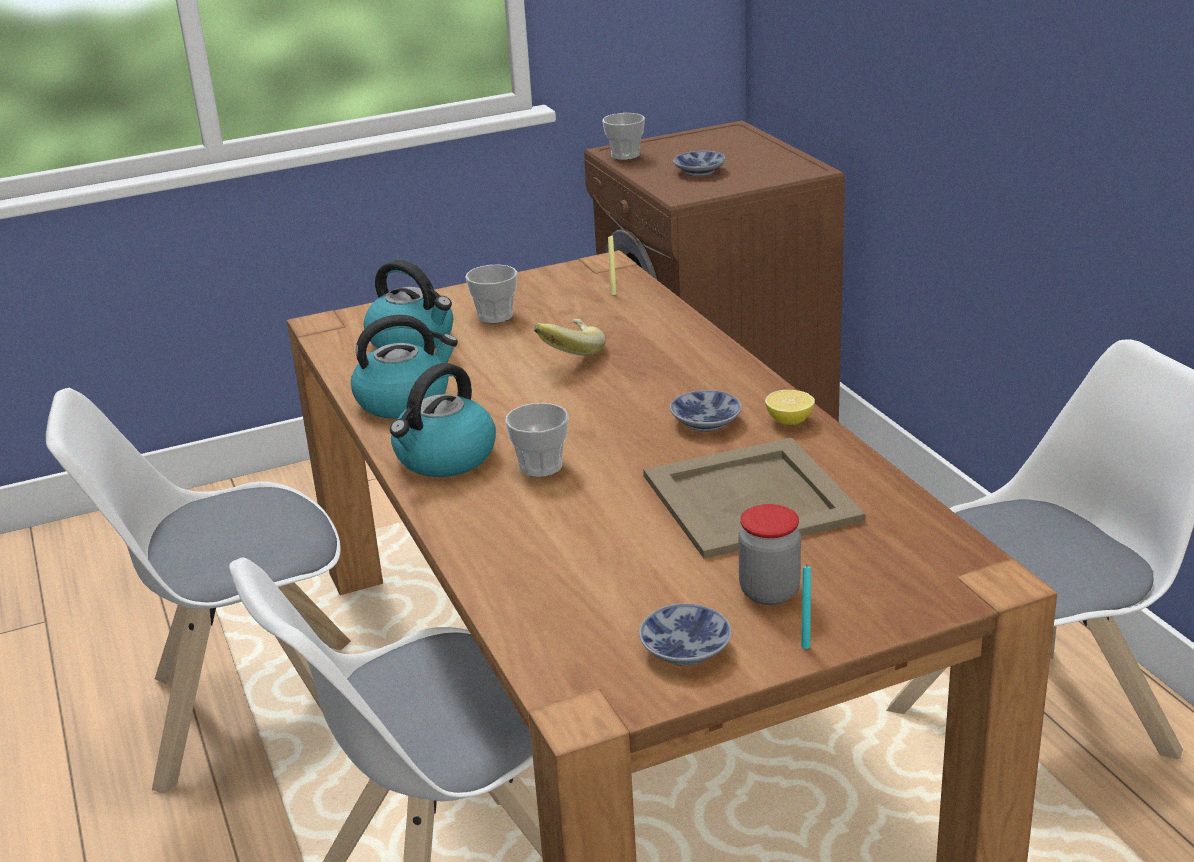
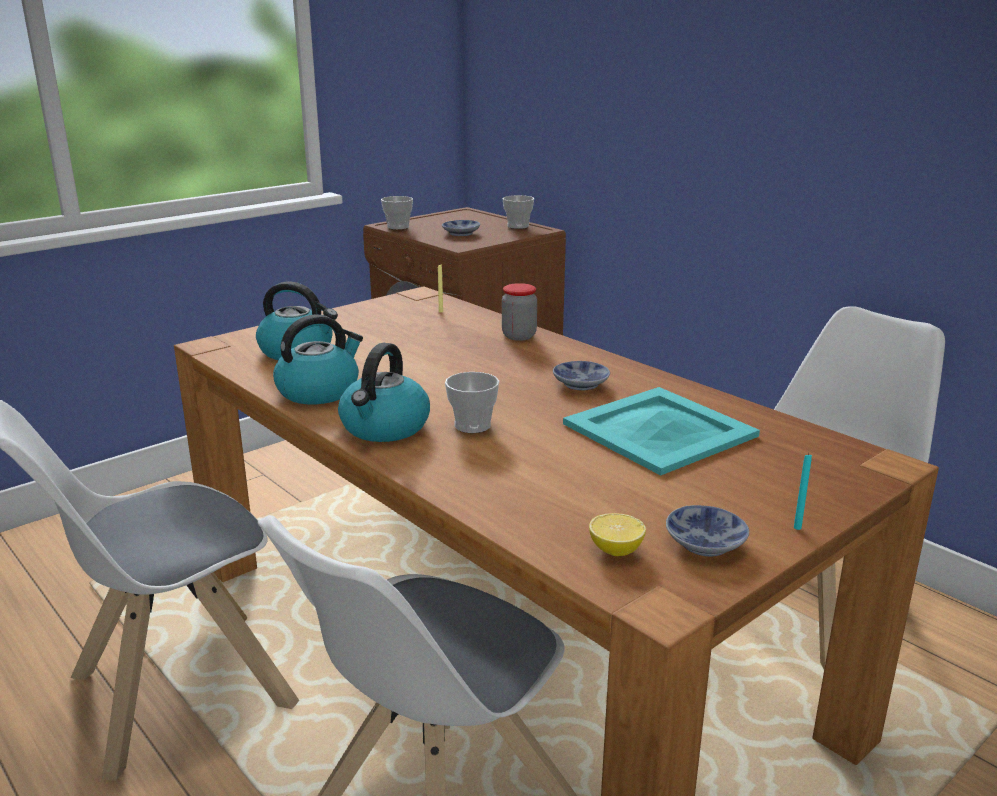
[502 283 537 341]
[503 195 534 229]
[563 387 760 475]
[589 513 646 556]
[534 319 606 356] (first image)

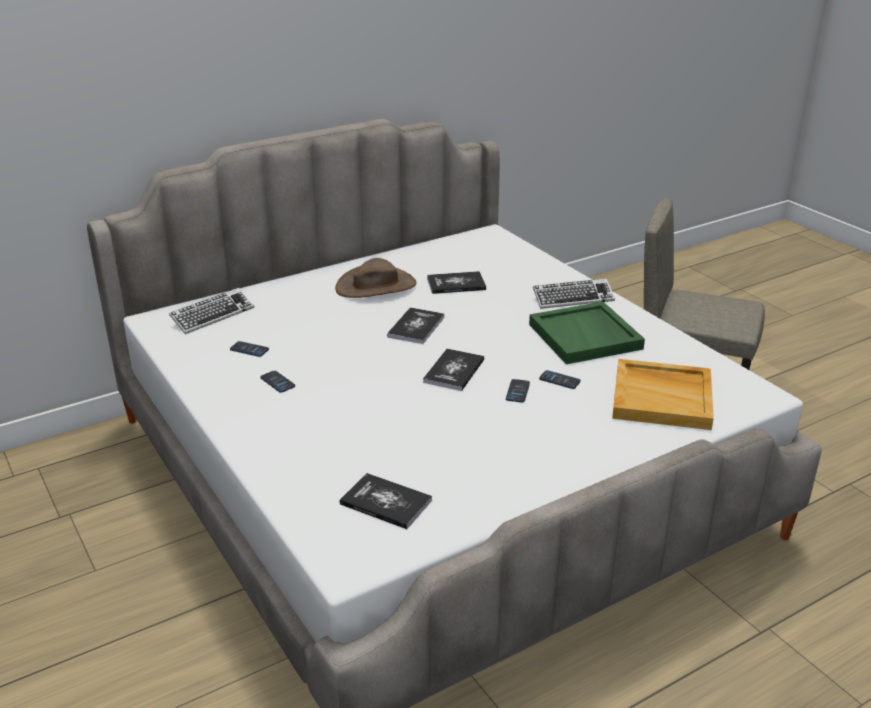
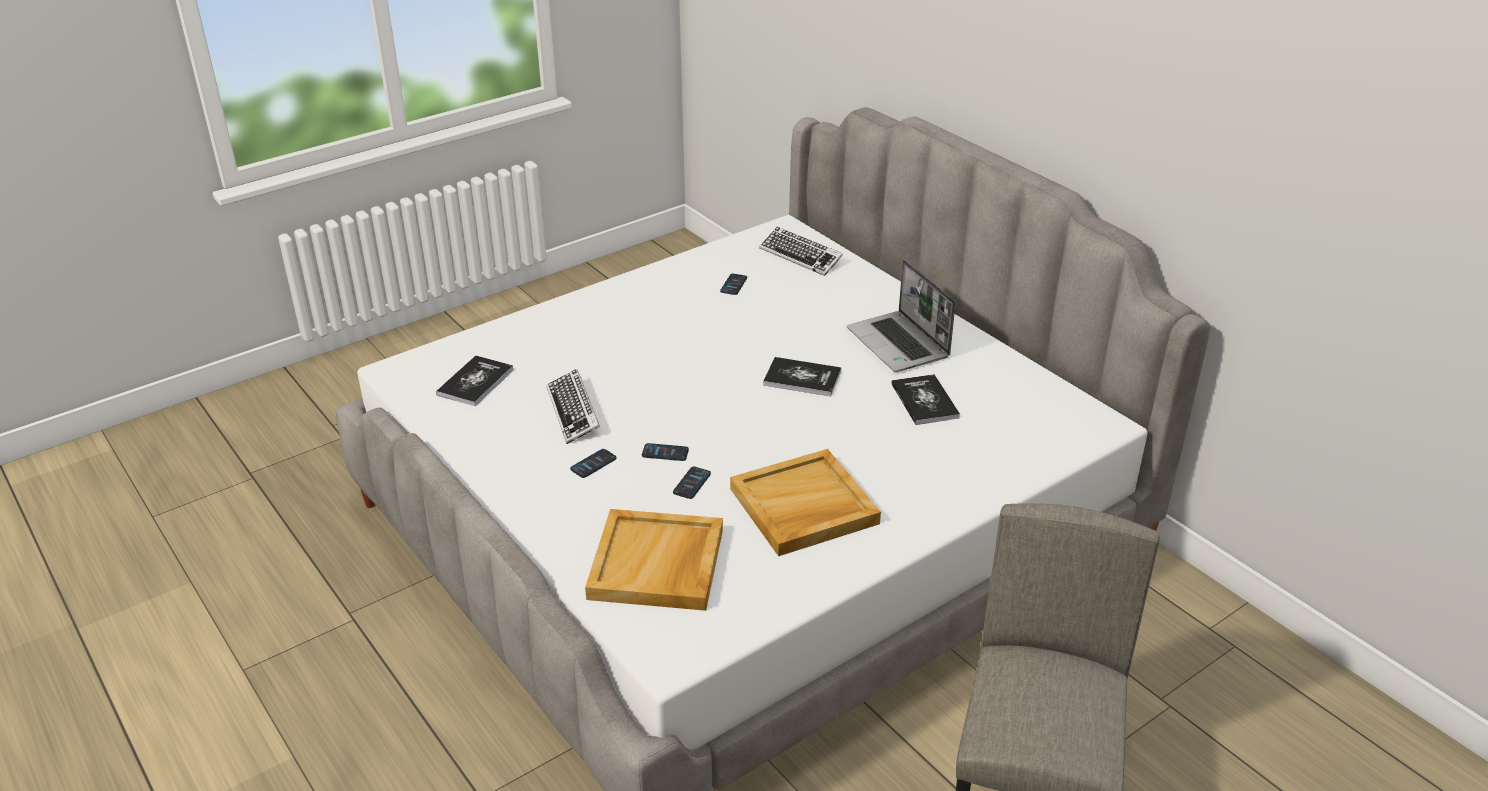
[547 369 600 444]
[570 449 617 478]
[730 449 881 556]
[847 260 956 372]
[423 349 484 391] (first image)

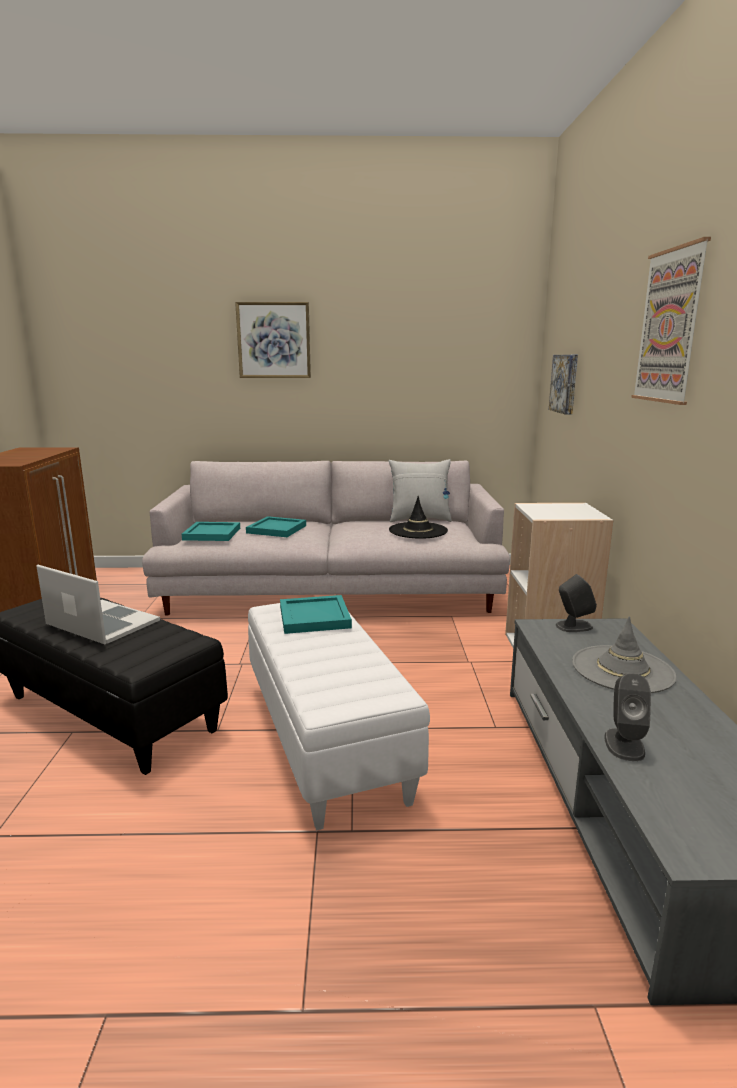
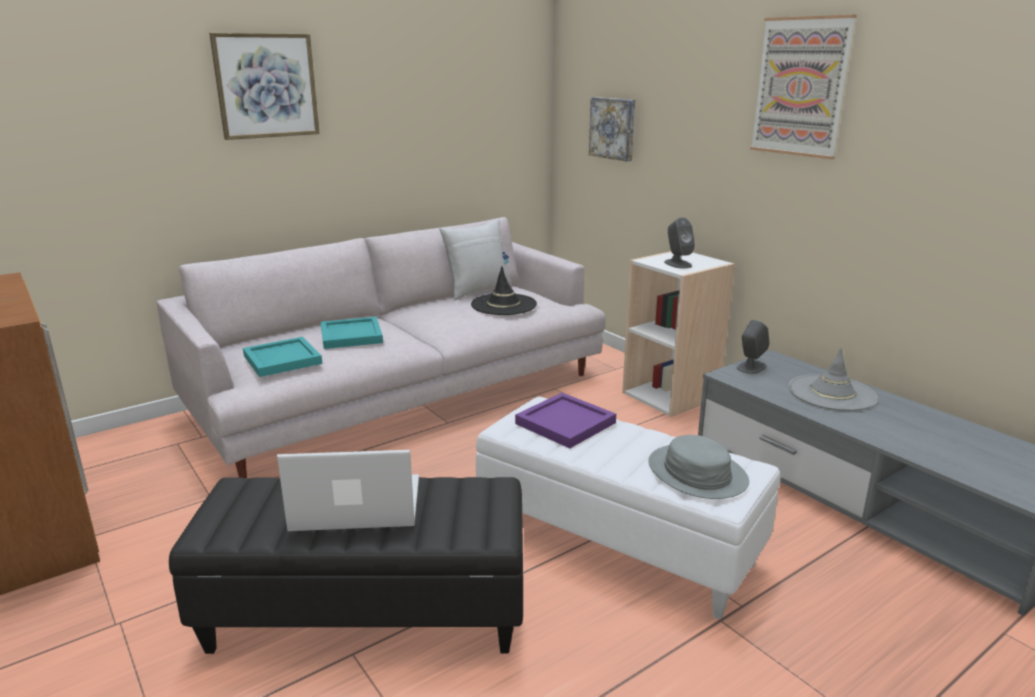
[515 393 616 448]
[648 435 749 499]
[664 217 695 268]

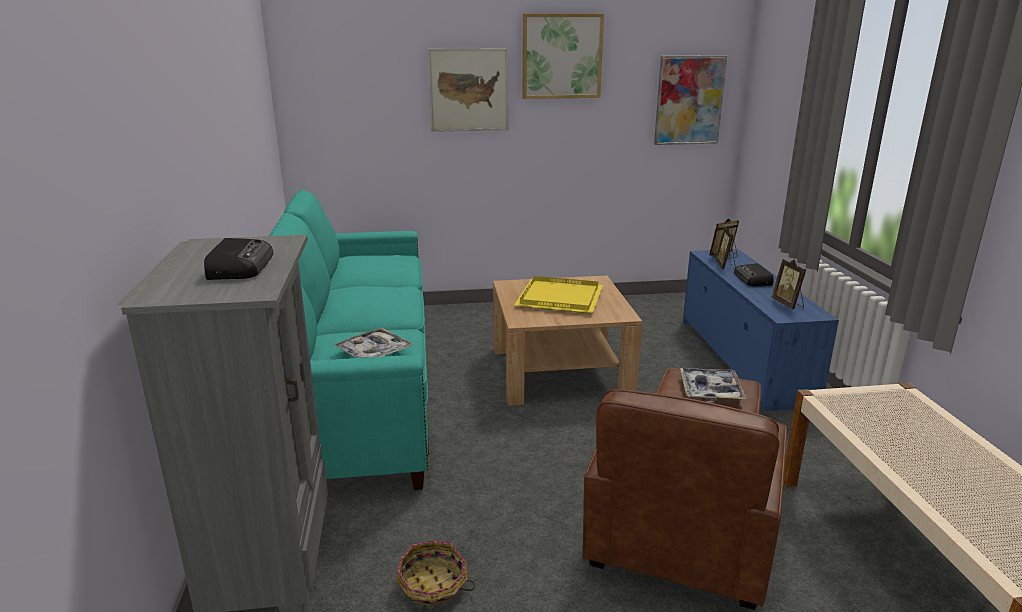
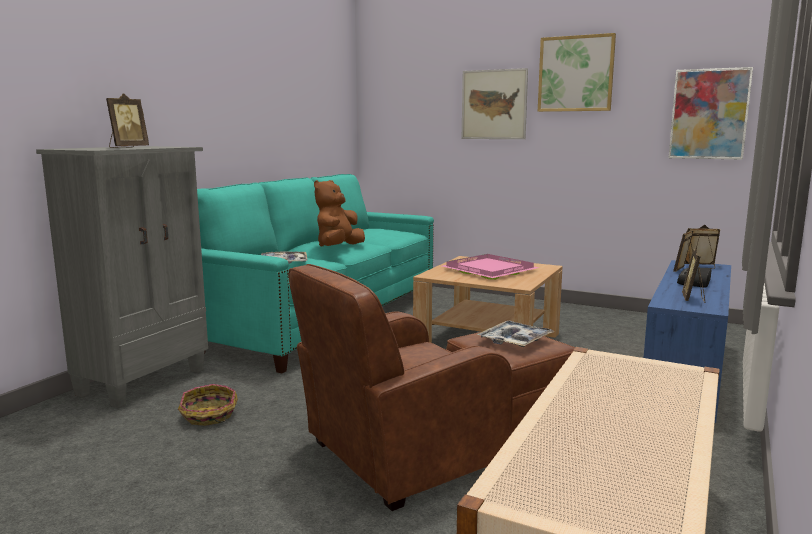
[106 93 149 148]
[314 180 365 247]
[442 254 539 280]

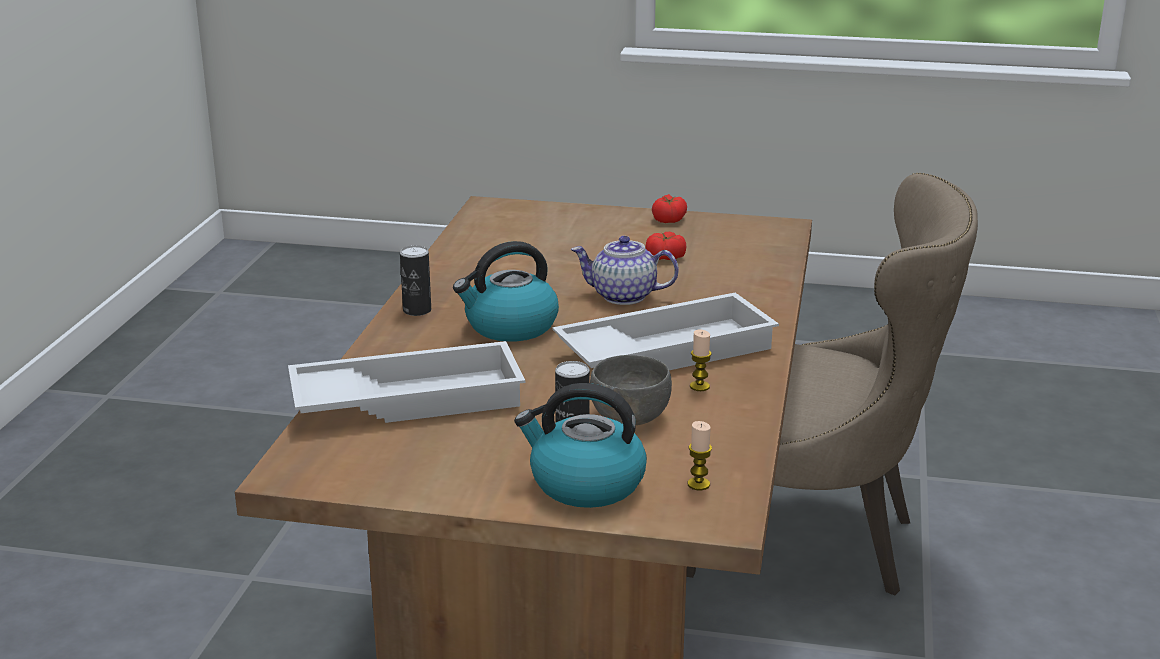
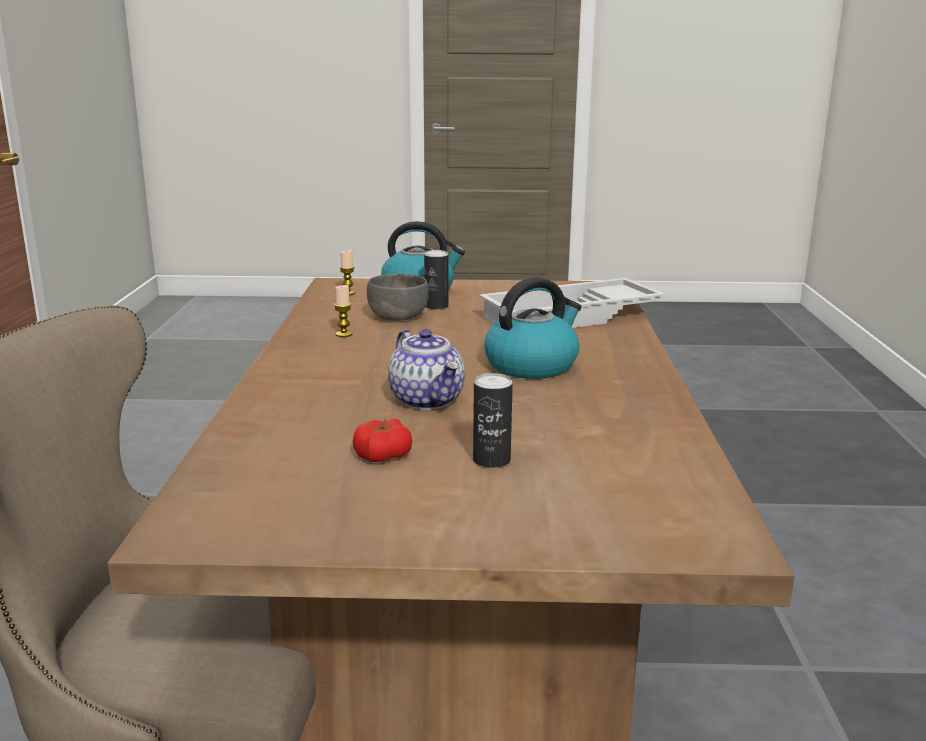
[388 329 465 410]
[473 373 513 468]
[553 293 779 370] (first image)
[652 194 687 223] (first image)

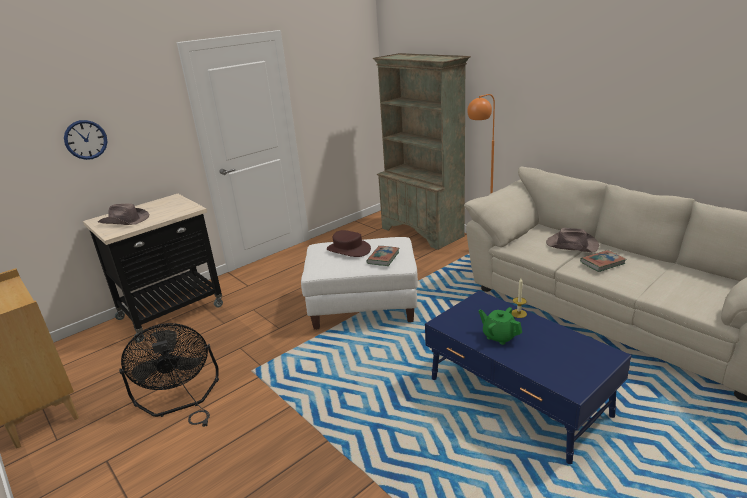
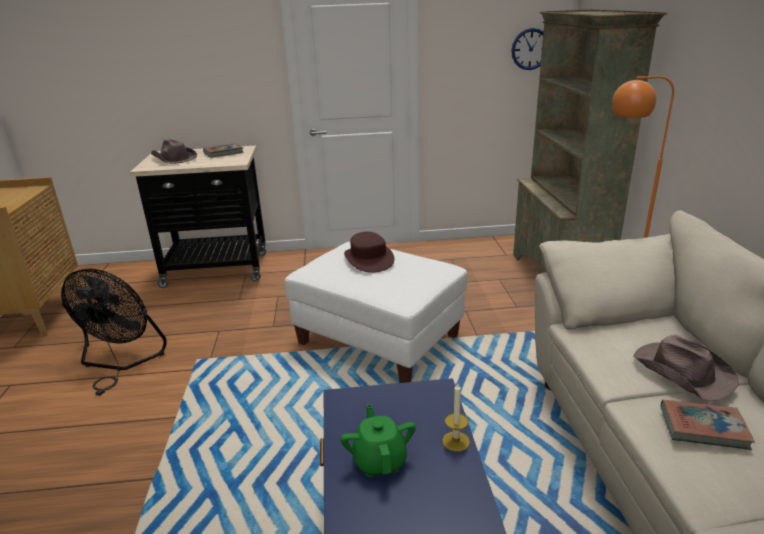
[203 143 244 158]
[511 28 544 70]

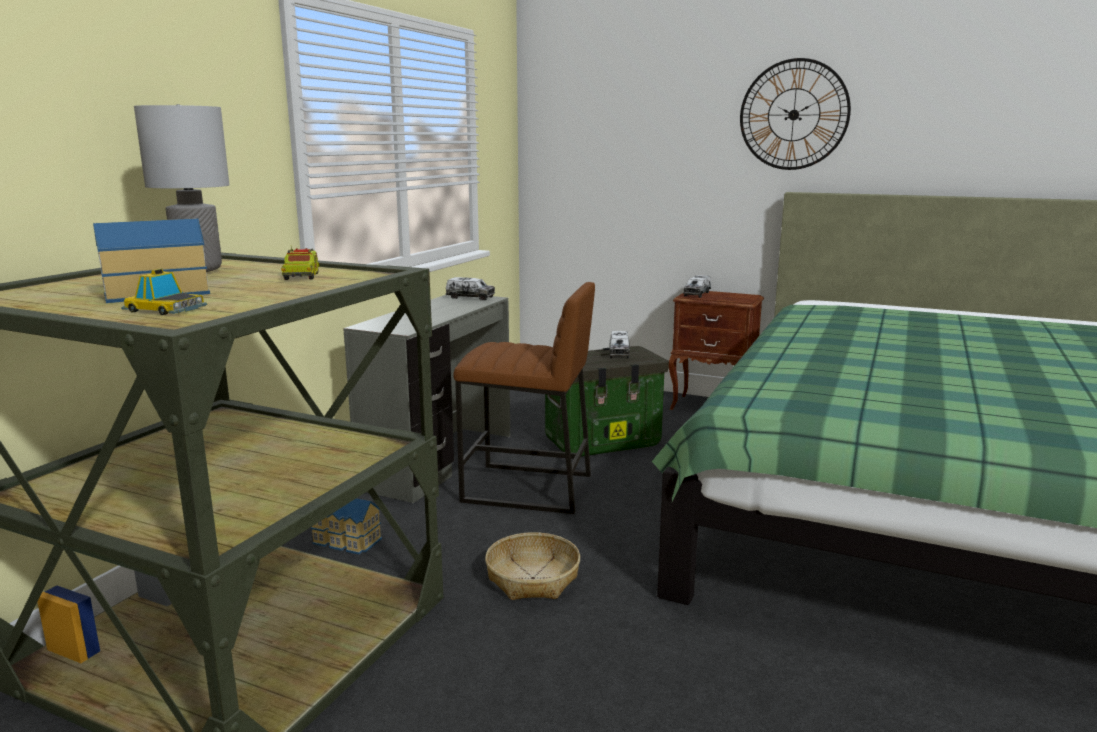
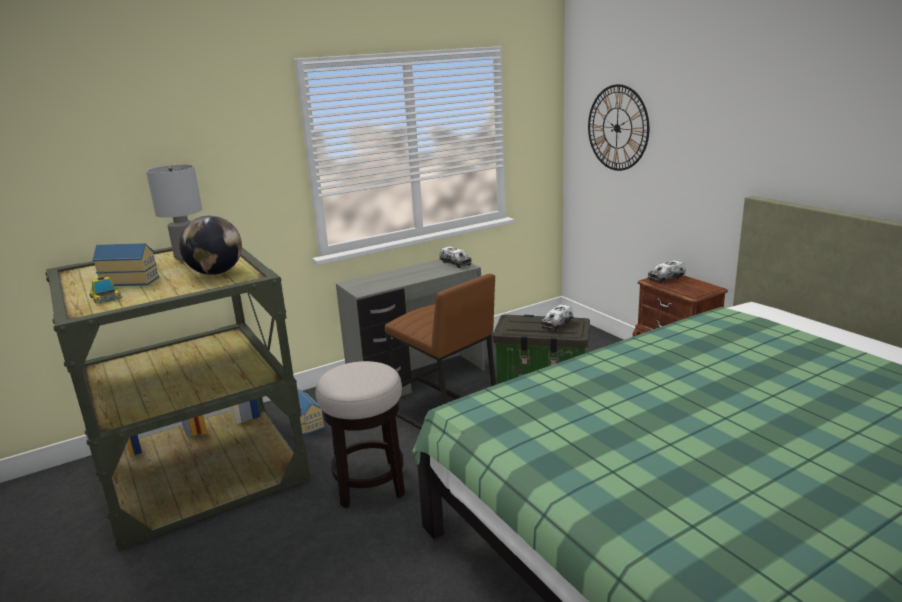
[179 216 242 275]
[316 361 405 508]
[588 84 649 171]

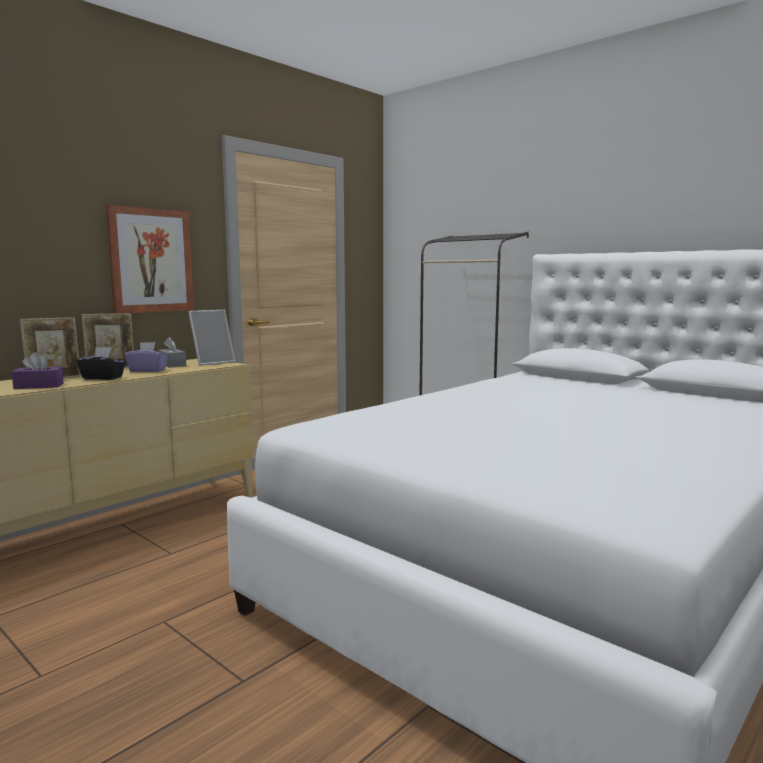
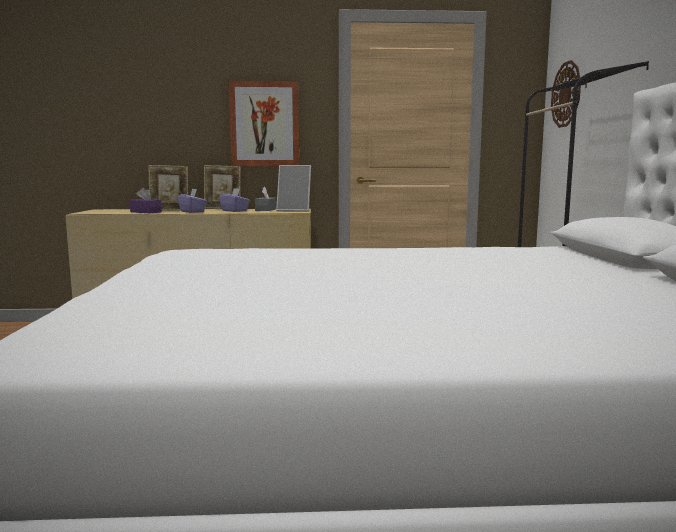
[177 189 207 213]
[551 60 581 128]

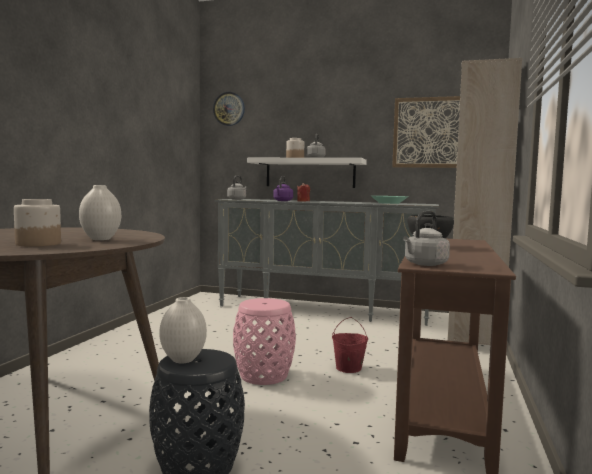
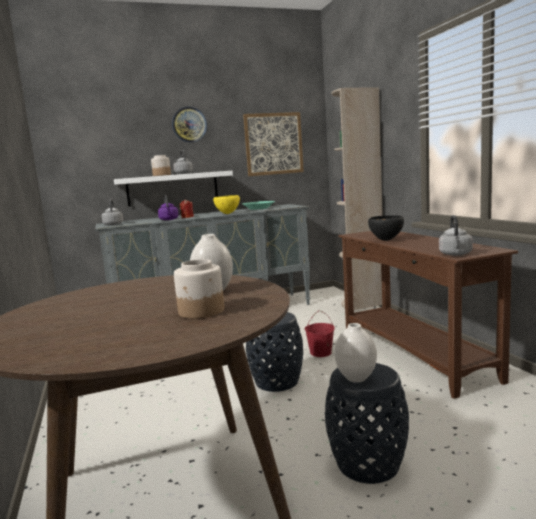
[172 107 207 142]
[213 195 240 214]
[246 312 303 392]

